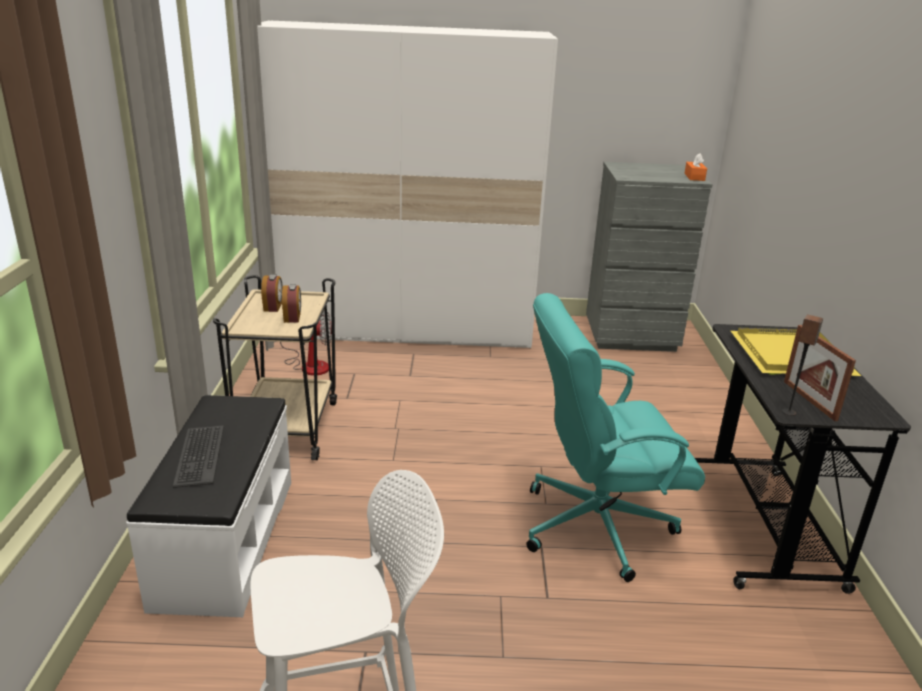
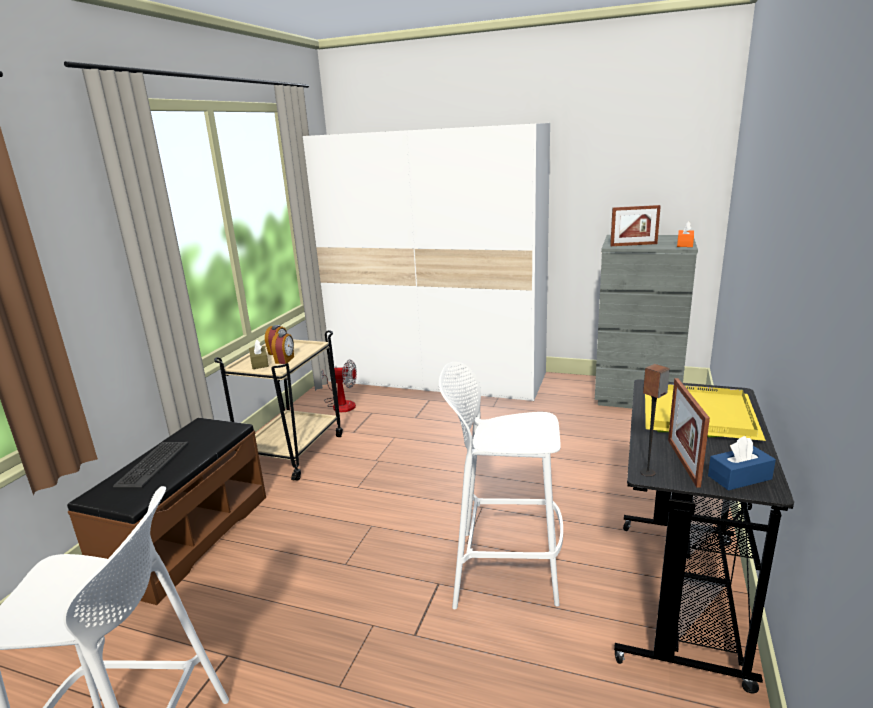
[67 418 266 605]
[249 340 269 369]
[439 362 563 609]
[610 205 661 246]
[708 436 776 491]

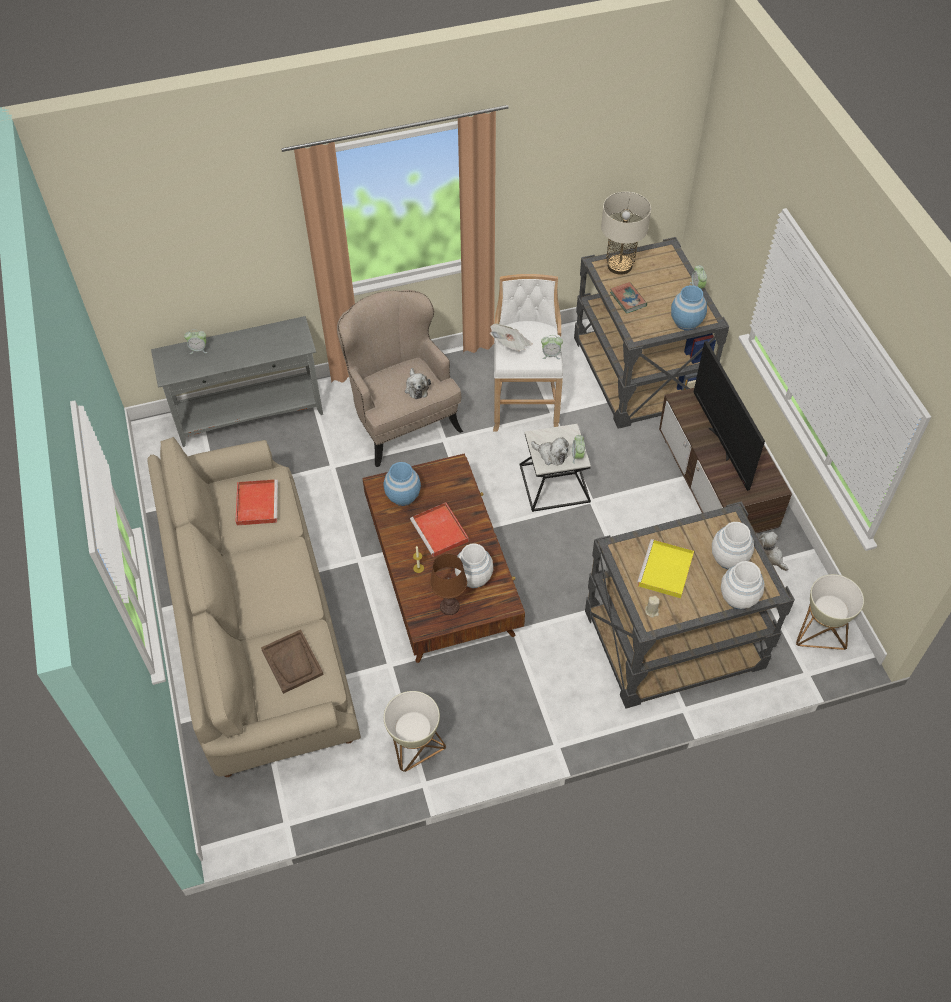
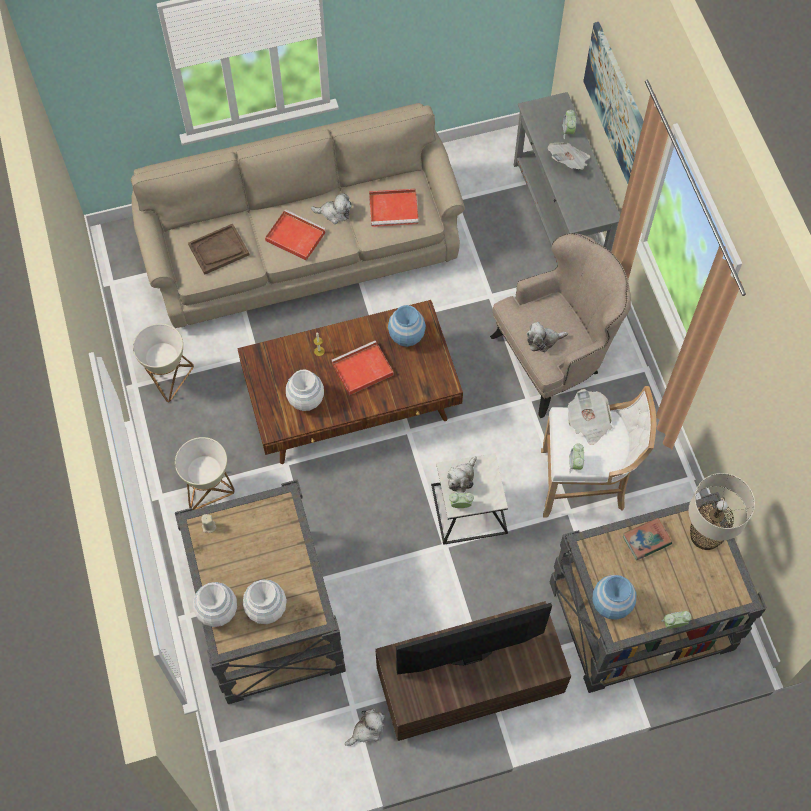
[175 437 234 510]
[265 209 326 261]
[311 193 351 224]
[548 143 590 170]
[583 22 644 184]
[430 554 467 615] (first image)
[637 539 694 598] (first image)

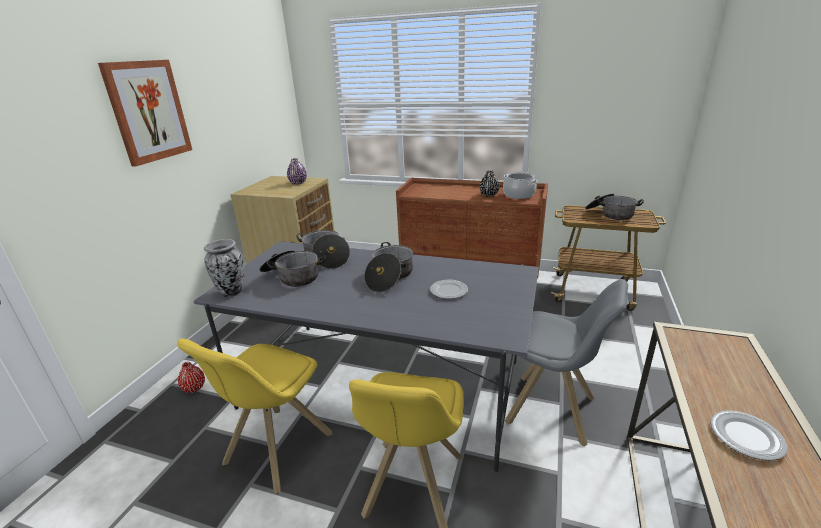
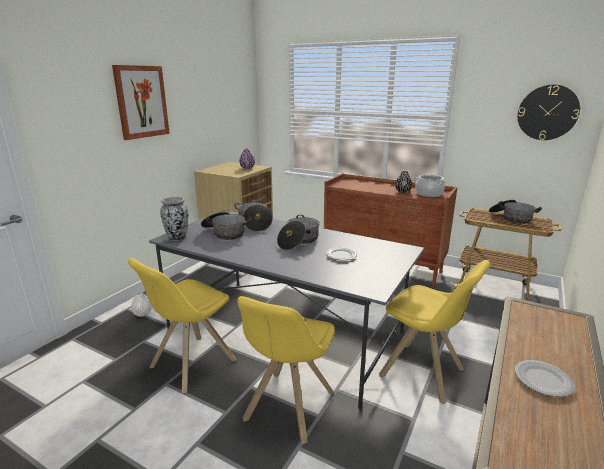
[131 292 152 317]
[379 260 490 404]
[518 85 580 140]

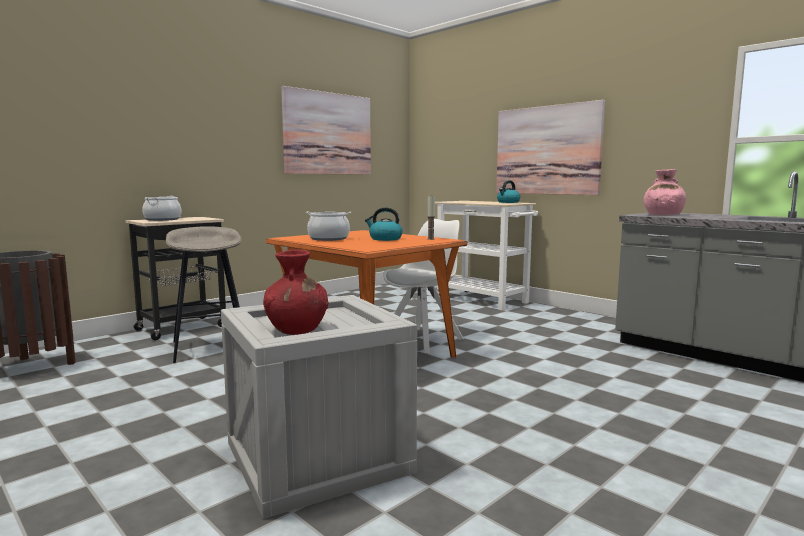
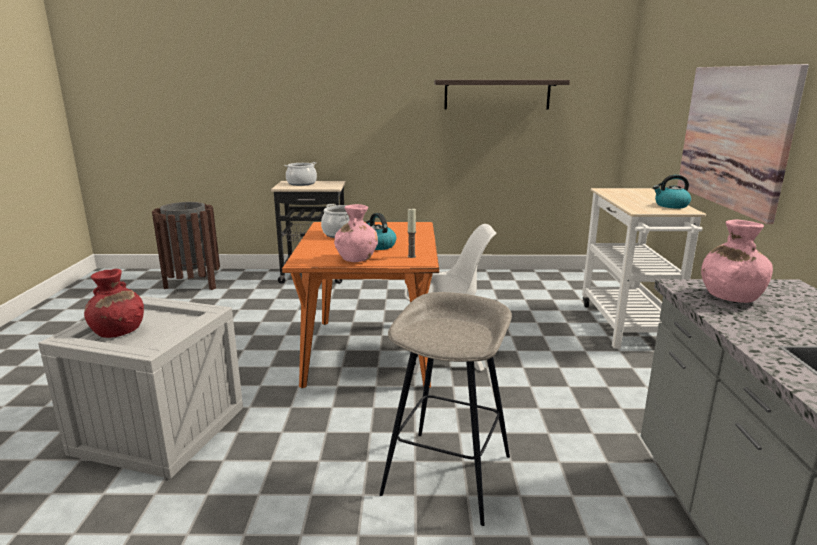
[334 204 378 262]
[379 292 512 526]
[434 80 570 109]

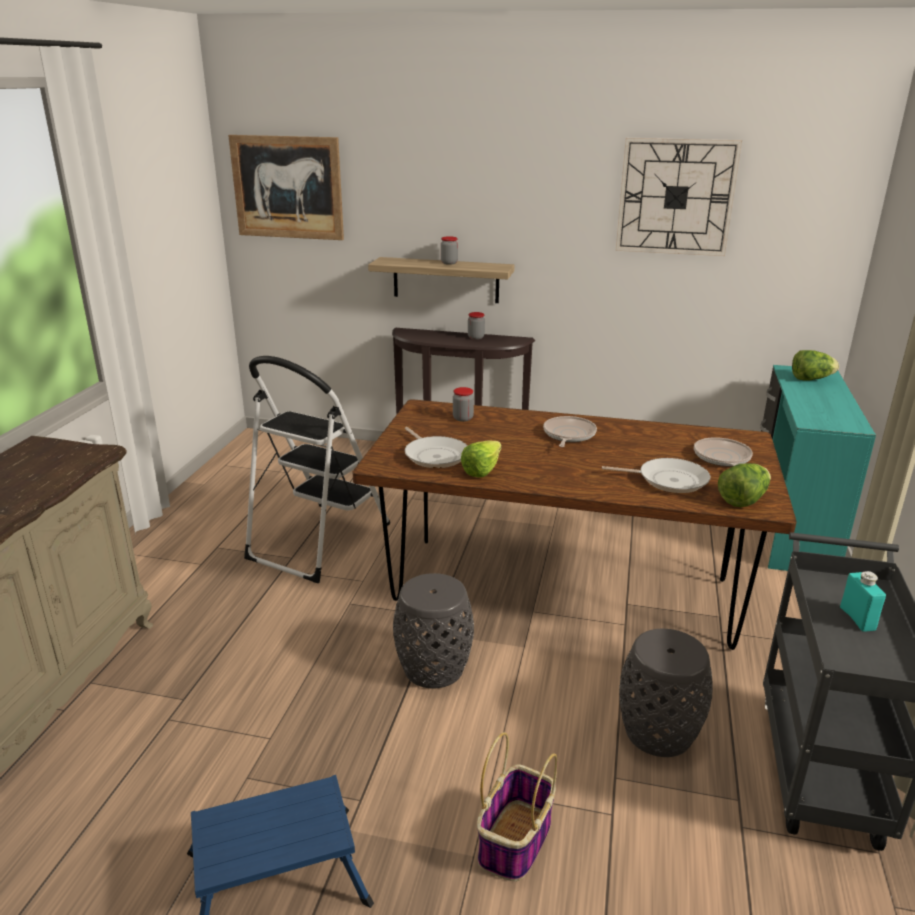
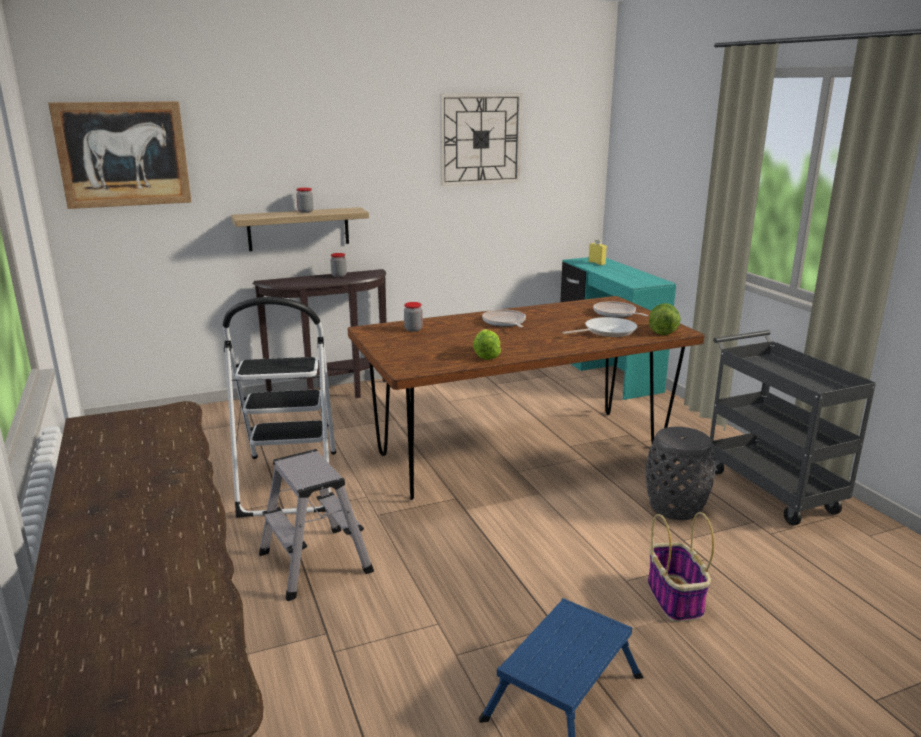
[259 449 374 601]
[588 239 607 265]
[393 573 474 688] (first image)
[405 427 467 468] (first image)
[840 571 886 632] (first image)

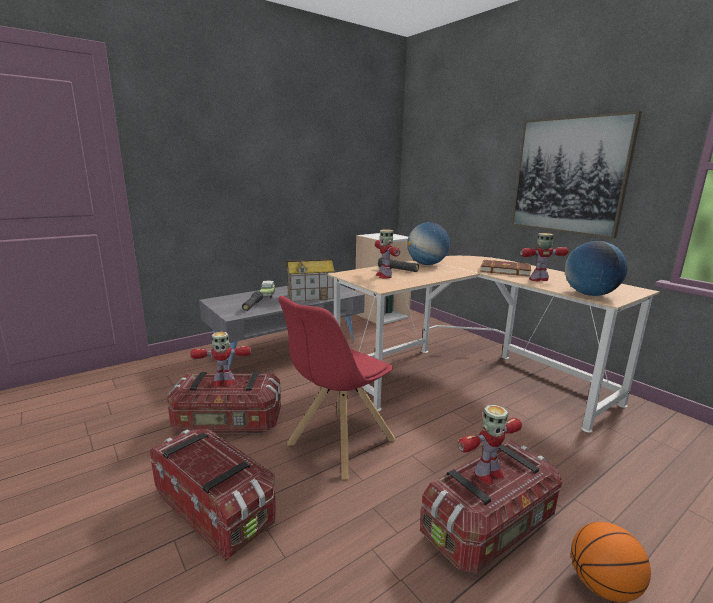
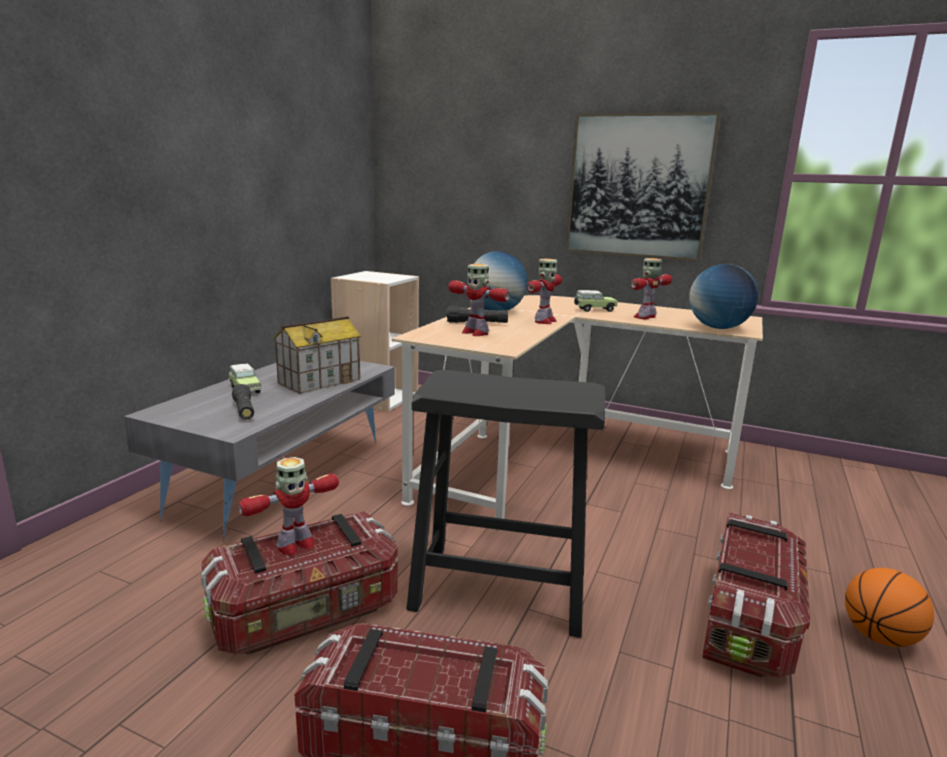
[407 370 605 638]
[527 259 562 324]
[574 290 618 312]

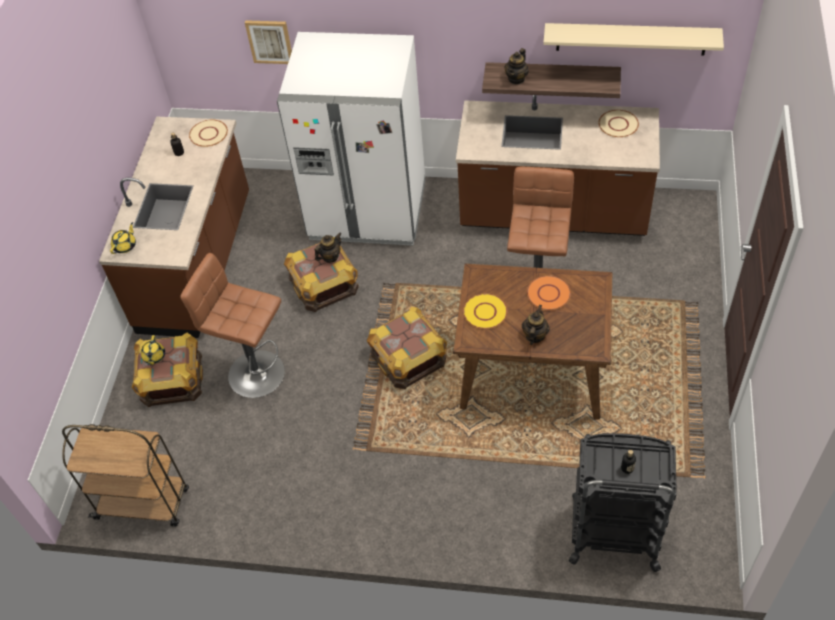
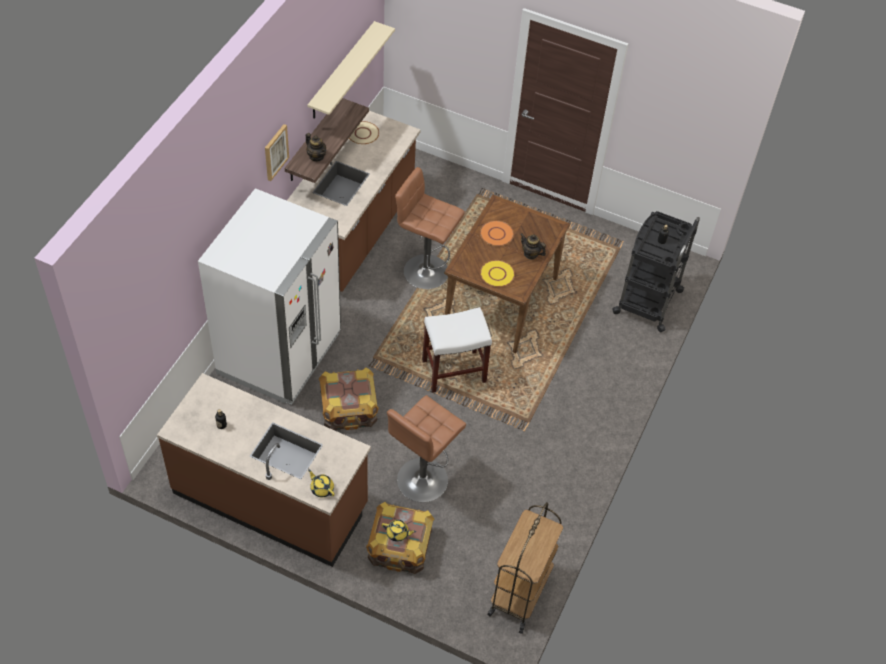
[265 124 289 181]
[422 307 492 393]
[189 120 228 147] (first image)
[315 232 342 263] (first image)

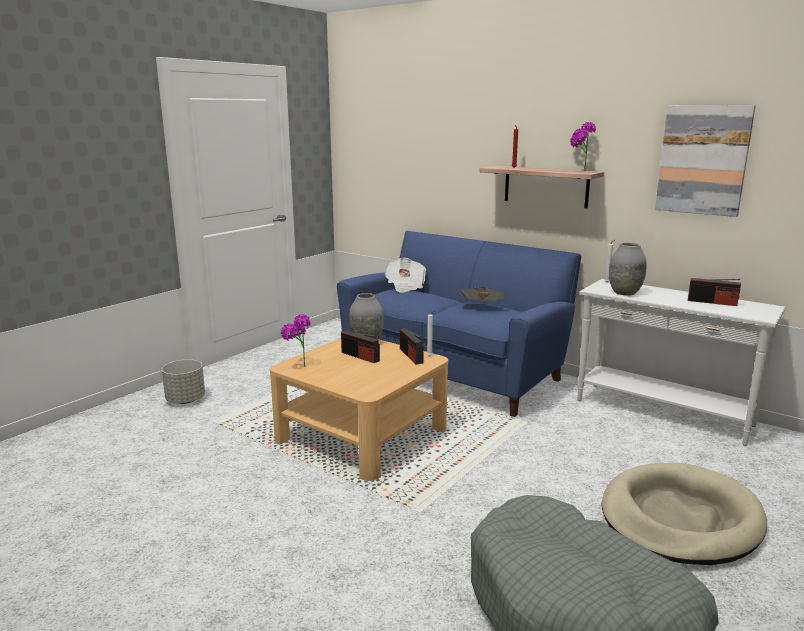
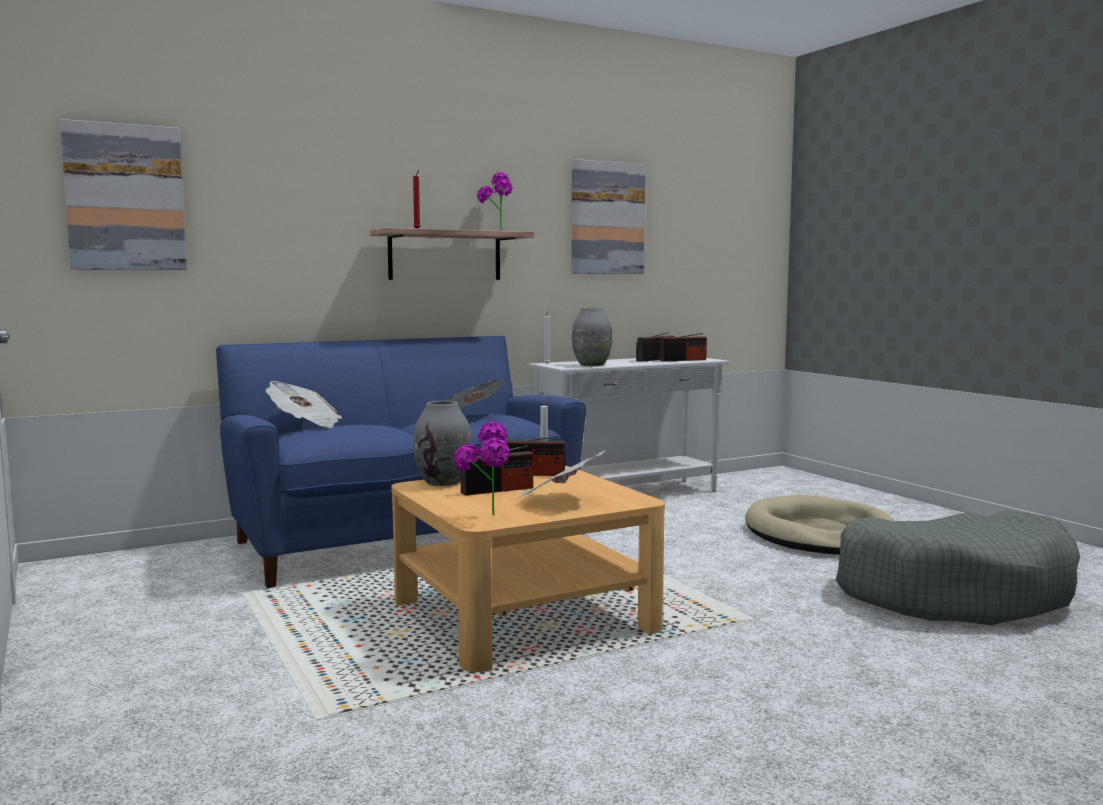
[60 119 187 270]
[516 450 605 500]
[660 333 707 361]
[162 359 205 404] (first image)

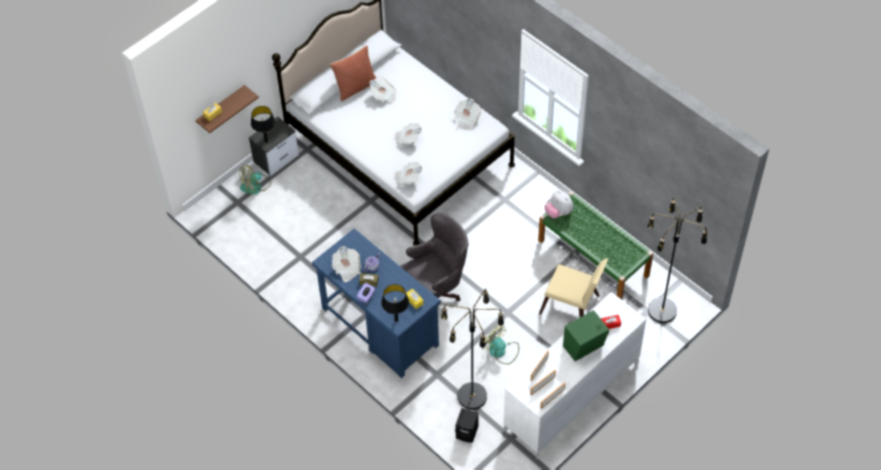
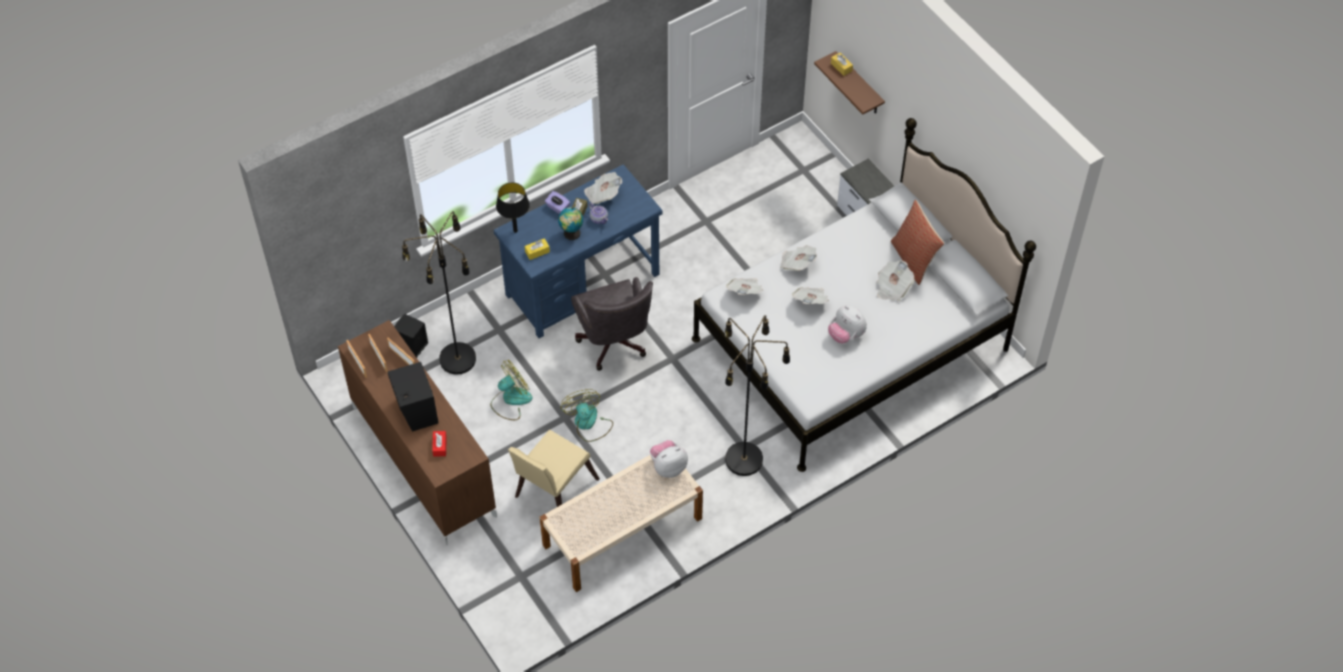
[338 320 497 545]
[388 362 438 432]
[540 455 703 592]
[558 207 583 240]
[561 389 613 442]
[725 315 790 476]
[780 245 817 271]
[828 305 867 343]
[251 106 275 143] (first image)

